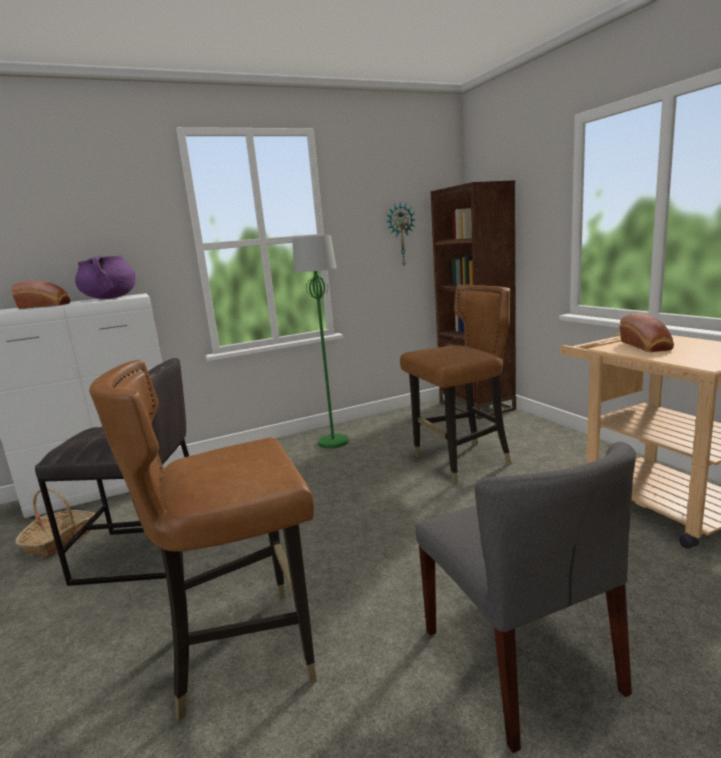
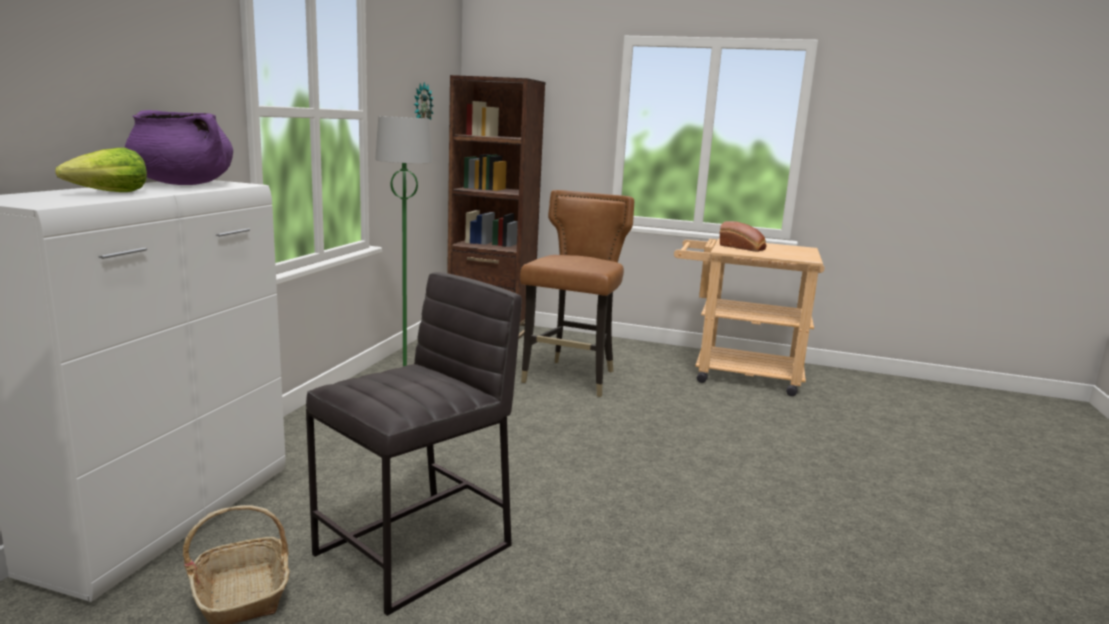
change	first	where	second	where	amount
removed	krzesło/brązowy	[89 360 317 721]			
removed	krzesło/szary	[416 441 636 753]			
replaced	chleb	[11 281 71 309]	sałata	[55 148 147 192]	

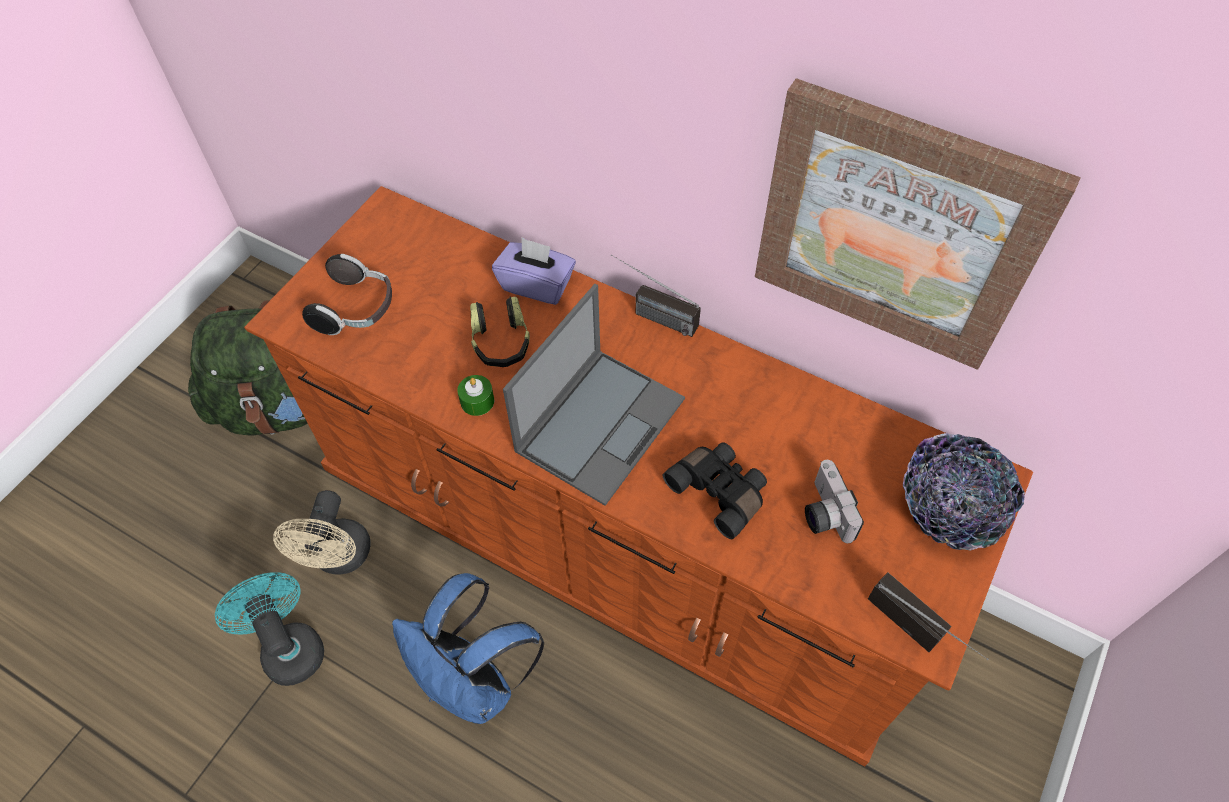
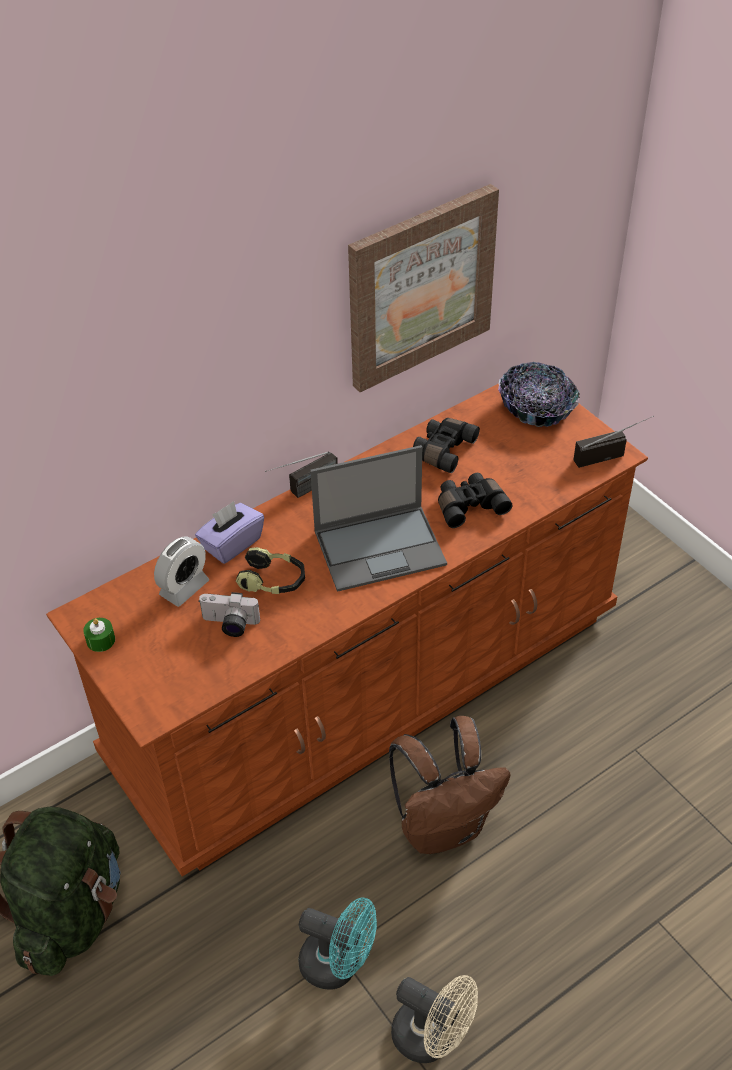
change	first	where	second	where	amount
removed	słuchawki	[302 254 392 335]			
added			budzik	[154 536 209 607]	
added			lornetka/czarny	[413 418 480 473]	
moved	wentylator/beżowy	[273 490 370 574]		[391 975 478 1063]	
moved	świeca/zielony	[457 375 494 416]		[83 618 115 652]	
moved	aparat fotograficzny	[805 460 864 543]		[198 592 260 637]	
recoloured	plecak/niebieski	[392 573 544 724]	plecak/brązowy	[389 716 511 854]	
turned	wentylator/turkusowy	[215 572 324 686]		[299 897 377 989]	150 degrees counterclockwise
turned	laptop	[503 284 685 506]		[310 445 447 592]	105 degrees clockwise

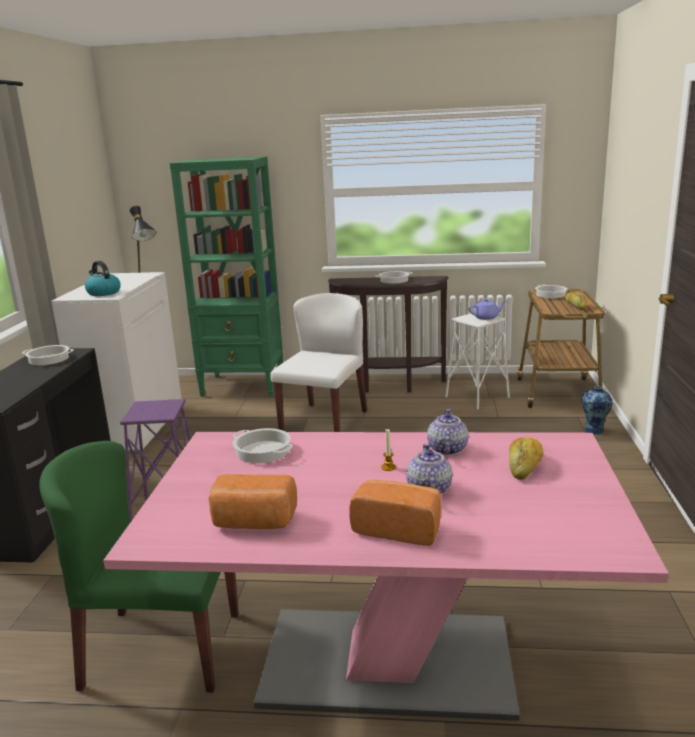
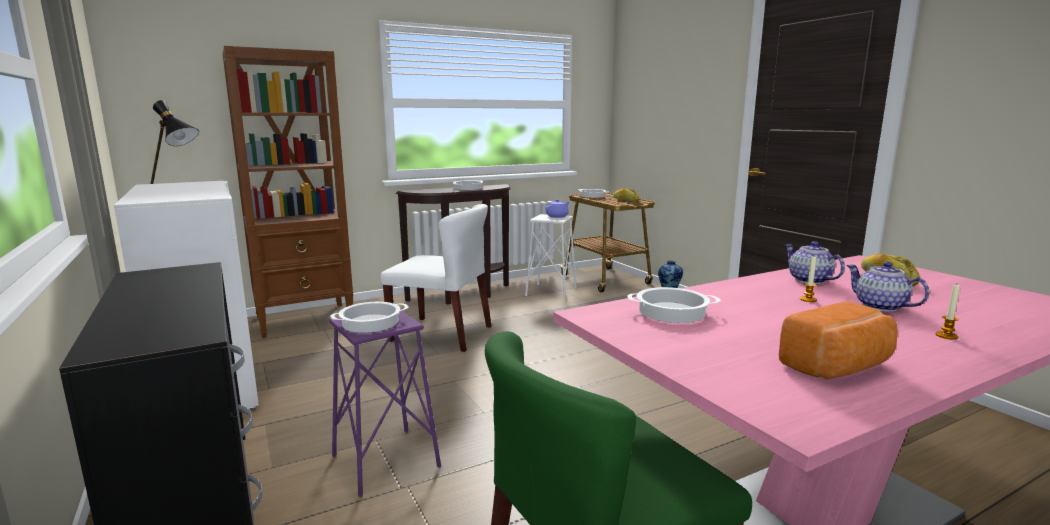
change	first	where	second	where	amount
removed	czajnik	[85 261 121 296]			
moved	garnek	[22 345 74 365]		[330 302 408 333]	
replaced	chleb	[349 480 441 546]	świeca	[936 285 960 340]	
recoloured	regał/zielony	[170 156 283 397]	regał/brązowy	[222 46 353 338]	
turned	krzesło/biały	[270 293 367 432]		[380 204 491 352]	120 degrees clockwise

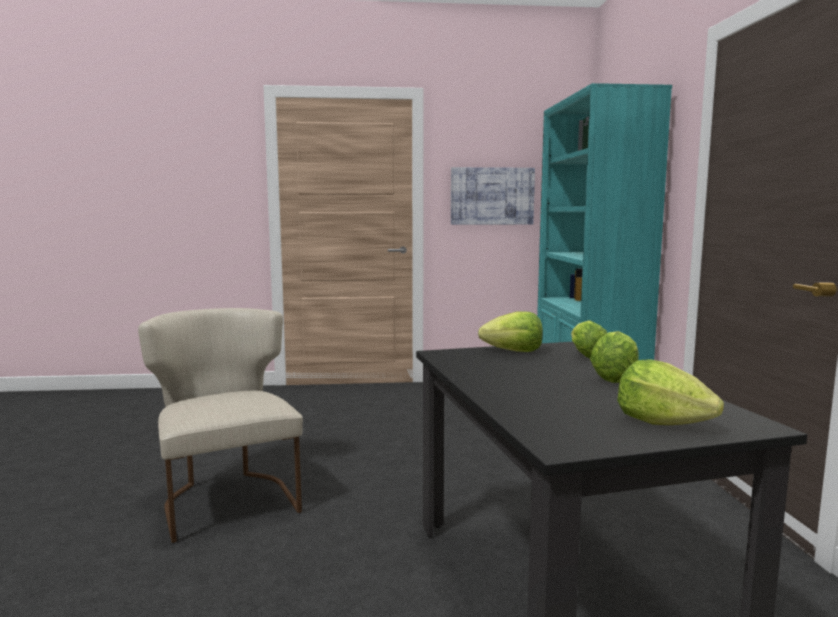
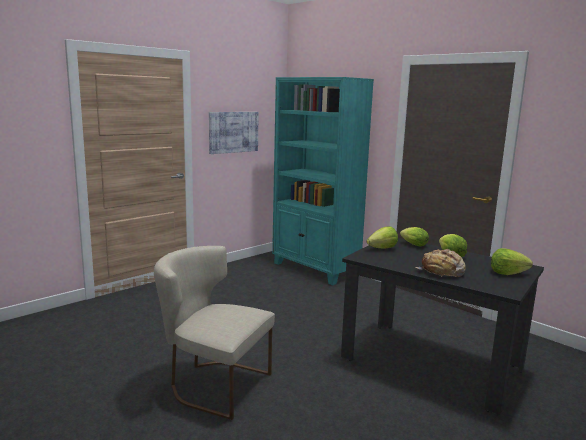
change	first	where	second	where	amount
added			chleb	[416 249 465 277]	

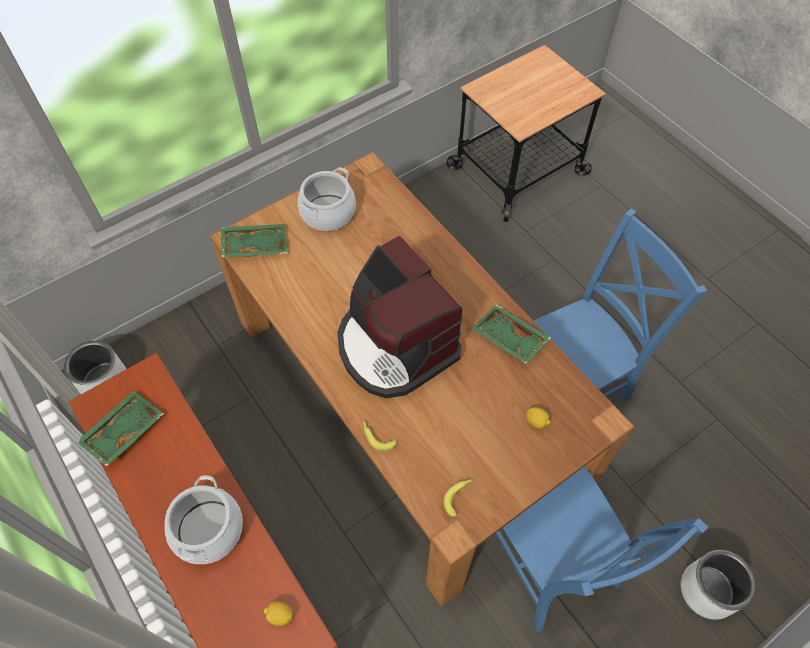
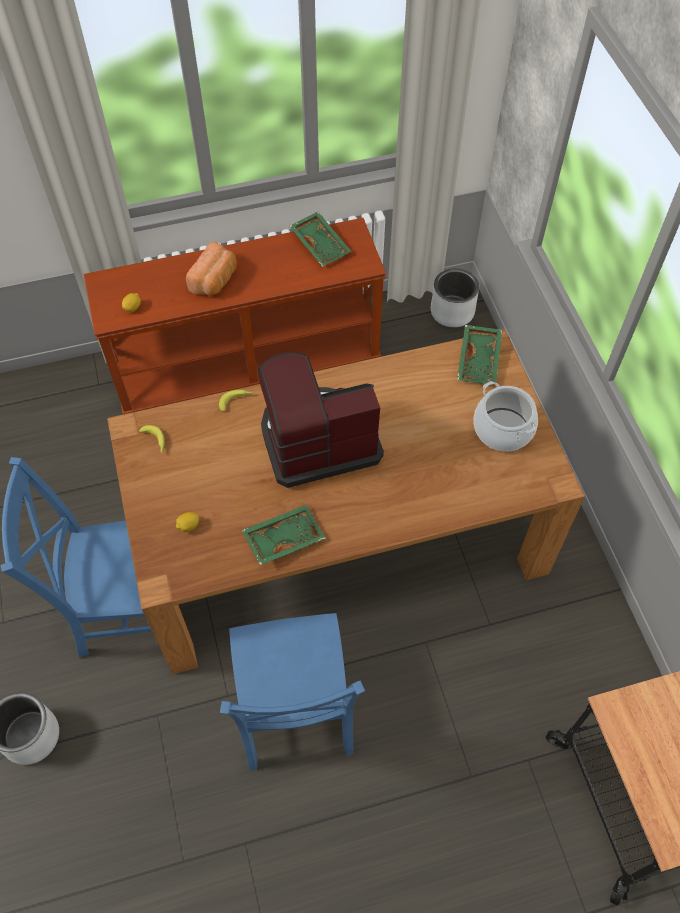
change	first	where	second	where	amount
replaced	garnek	[165 475 243 564]	chleb	[186 242 237 296]	

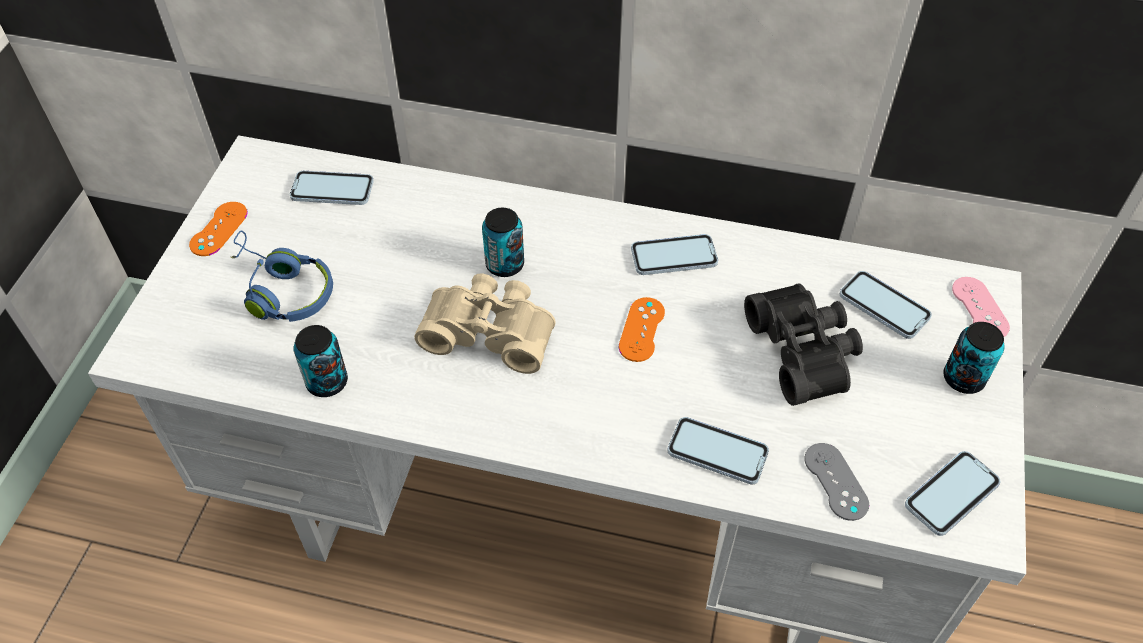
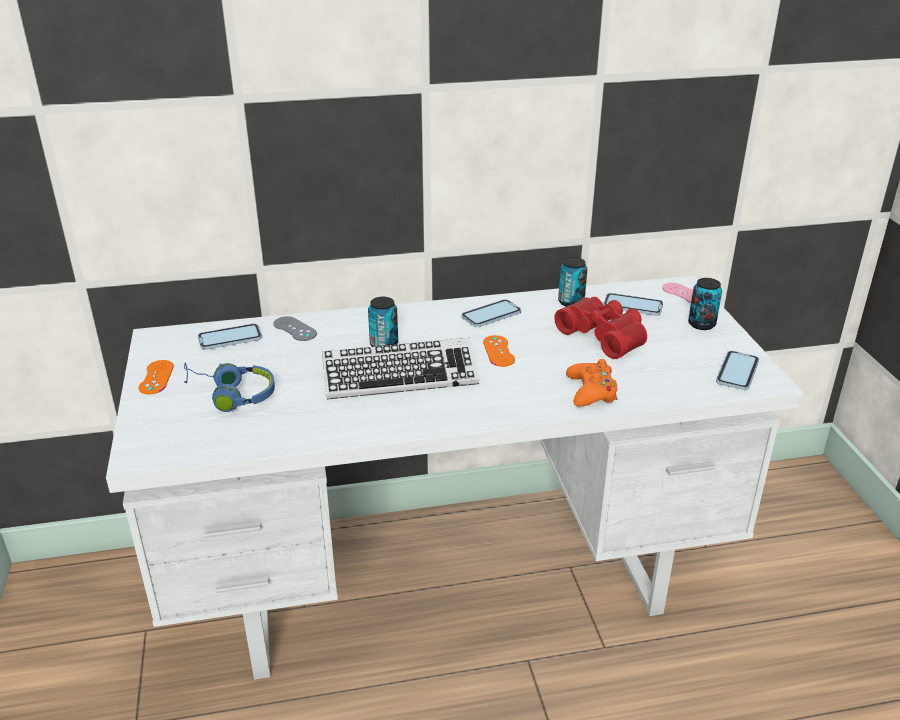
change	first	where	second	where	amount
moved	puszka	[294 325 348 397]		[558 257 588 307]	
moved	pad do gier/szary	[804 443 869 521]		[274 316 317 341]	
replaced	lornetka/beżowy	[414 274 556 374]	klawiatura	[322 338 479 400]	
replaced	telefon	[667 417 769 484]	pad do gier/pomarańczowy	[566 359 618 407]	
recoloured	lornetka/czarny	[744 283 863 406]	lornetka/czerwony	[554 297 647 359]	

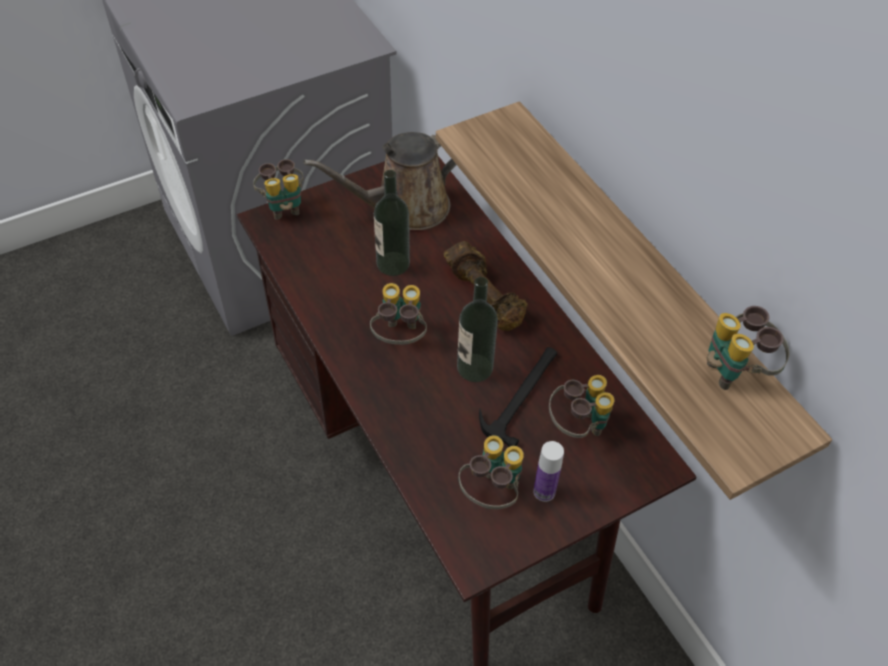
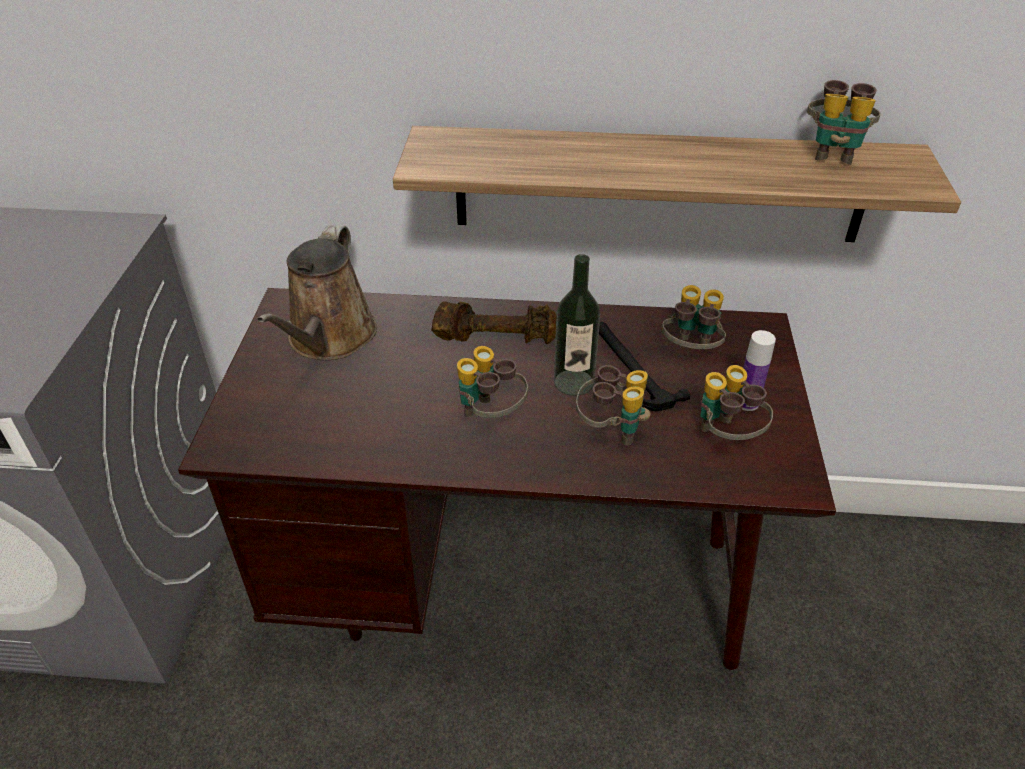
change	first	where	second	where	amount
removed	butelka	[374 170 410 276]			
moved	lornetka	[253 159 304 220]		[576 365 650 446]	

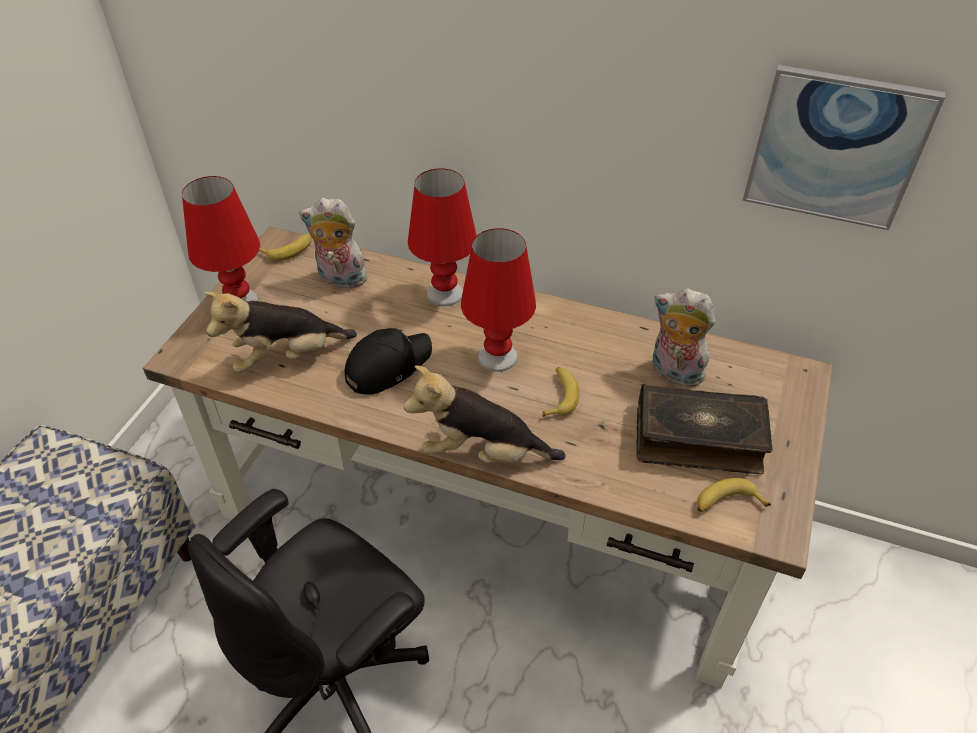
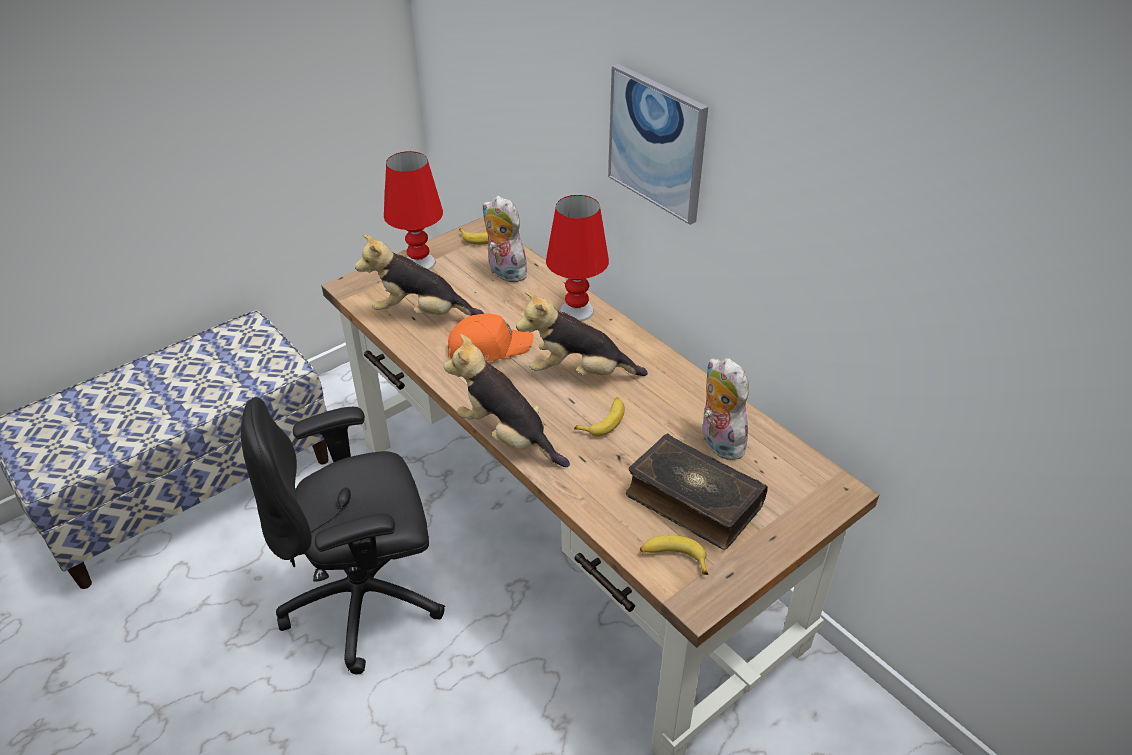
change	first	where	second	where	amount
moved	obraz	[743 65 945 230]		[608 64 708 225]	
replaced	lampa stołowa/czerwony	[461 228 536 372]	pluszak	[516 291 648 376]	
recoloured	czapka z daszkiem/czarny	[345 328 432 395]	czapka z daszkiem/pomarańczowy	[448 313 534 362]	

